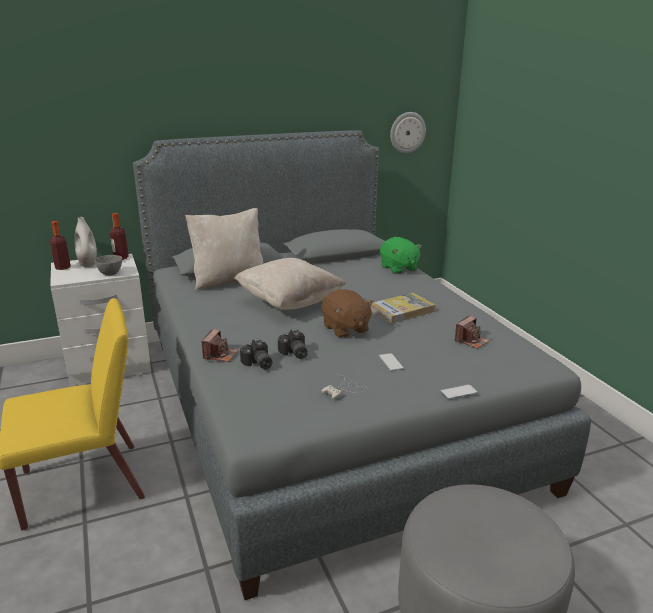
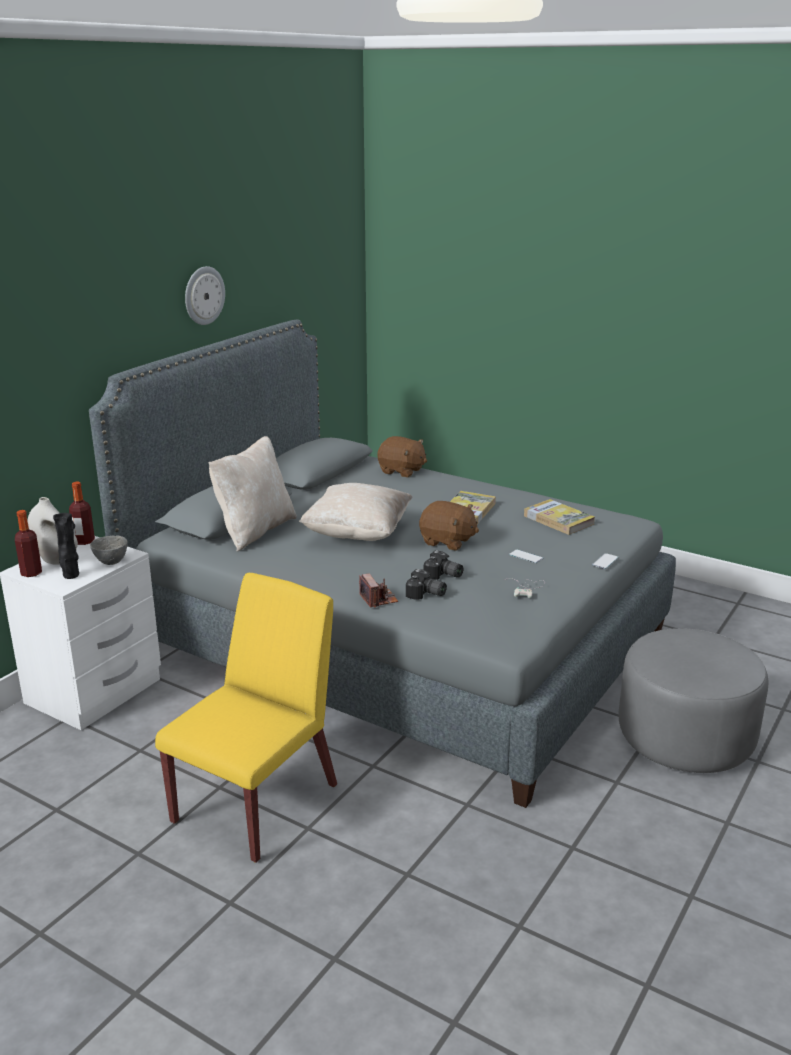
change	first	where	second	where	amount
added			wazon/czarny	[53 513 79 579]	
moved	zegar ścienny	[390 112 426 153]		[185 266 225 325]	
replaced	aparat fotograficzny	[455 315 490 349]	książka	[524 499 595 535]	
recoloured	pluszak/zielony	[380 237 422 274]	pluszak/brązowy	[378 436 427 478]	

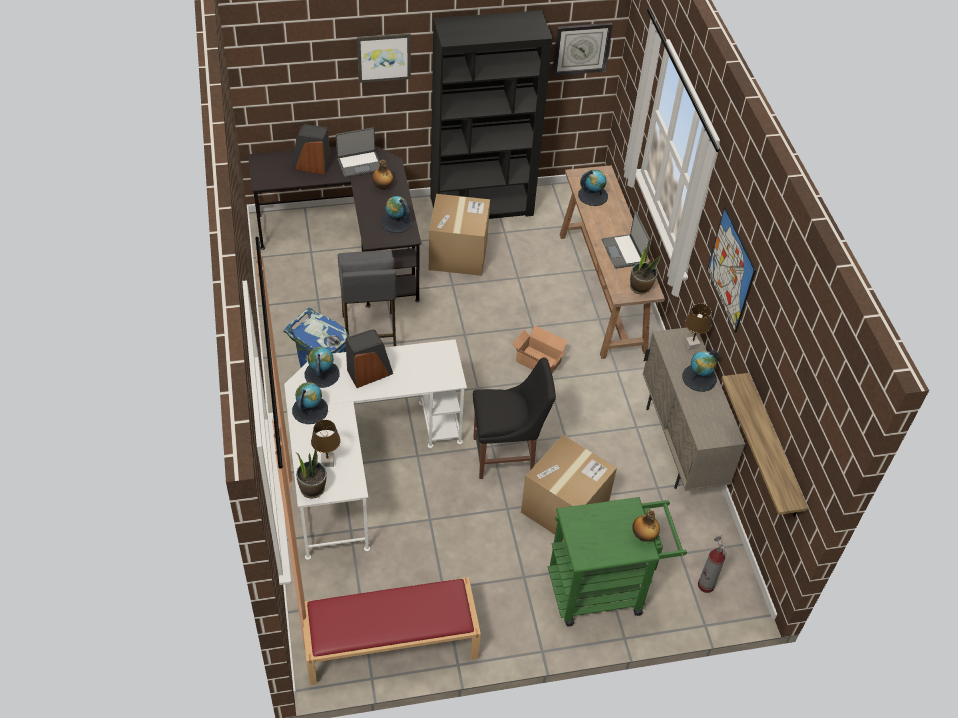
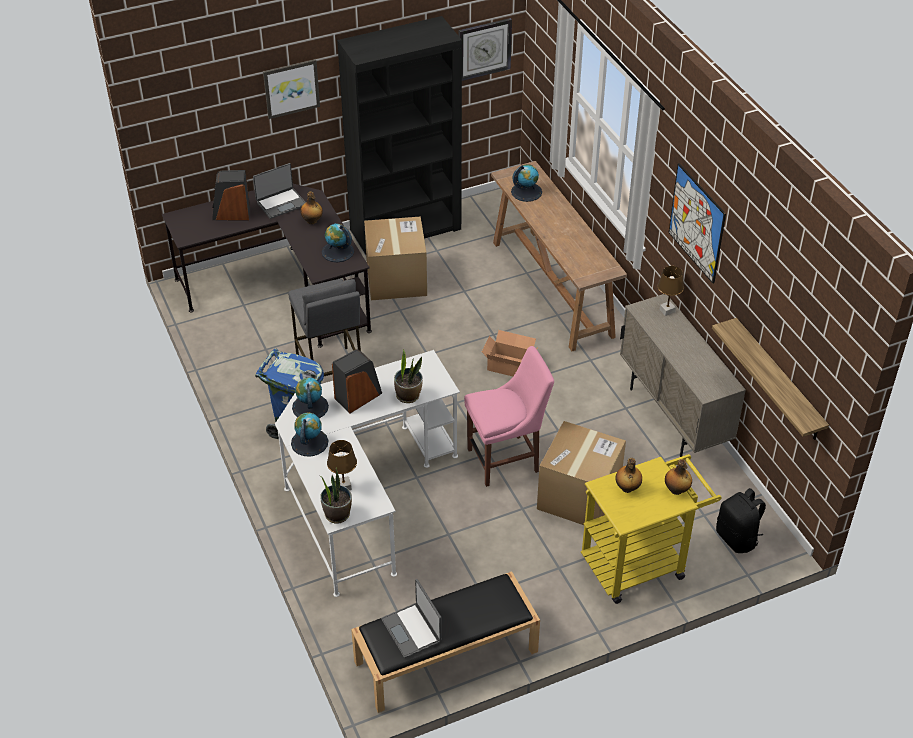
change	first	where	second	where	amount
removed	globus	[682 350 719 392]			
added			butelka	[615 458 642 493]	
moved	laptop	[602 212 650 269]		[381 579 442 658]	
moved	roślina doniczkowa	[630 245 661 294]		[394 349 423 403]	
replaced	gaśnica	[698 535 727 593]	plecak/czarny	[716 488 766 553]	
recoloured	ławka/czerwony	[303 577 481 686]	ławka/czarny	[351 571 540 713]	
recoloured	krzesło/czarny	[473 358 556 479]	krzesło/różowy	[464 346 554 487]	
recoloured	wózek/zielony	[548 497 687 627]	wózek/żółty	[581 454 722 604]	

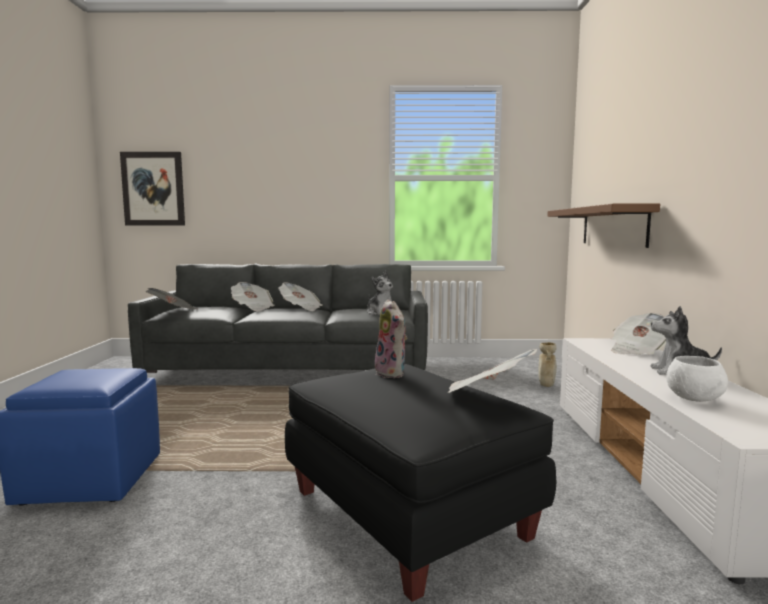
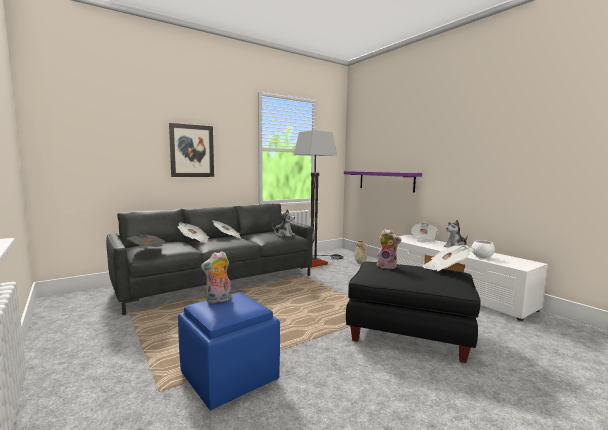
change	first	where	second	where	amount
added			pluszak	[201 251 231 303]	
added			lampa stojąca	[294 130 344 268]	
moved	obraz	[120 152 185 226]		[169 123 214 177]	
recoloured	półka/brązowy	[547 204 660 248]	półka/fioletowy	[344 171 422 193]	

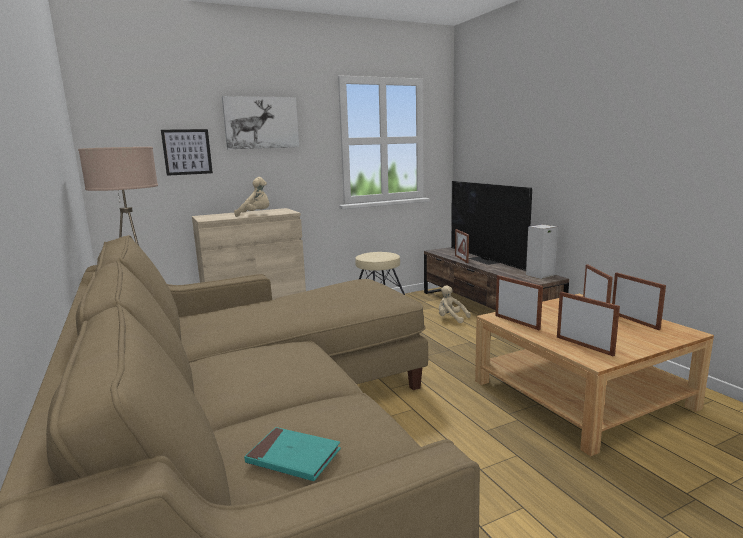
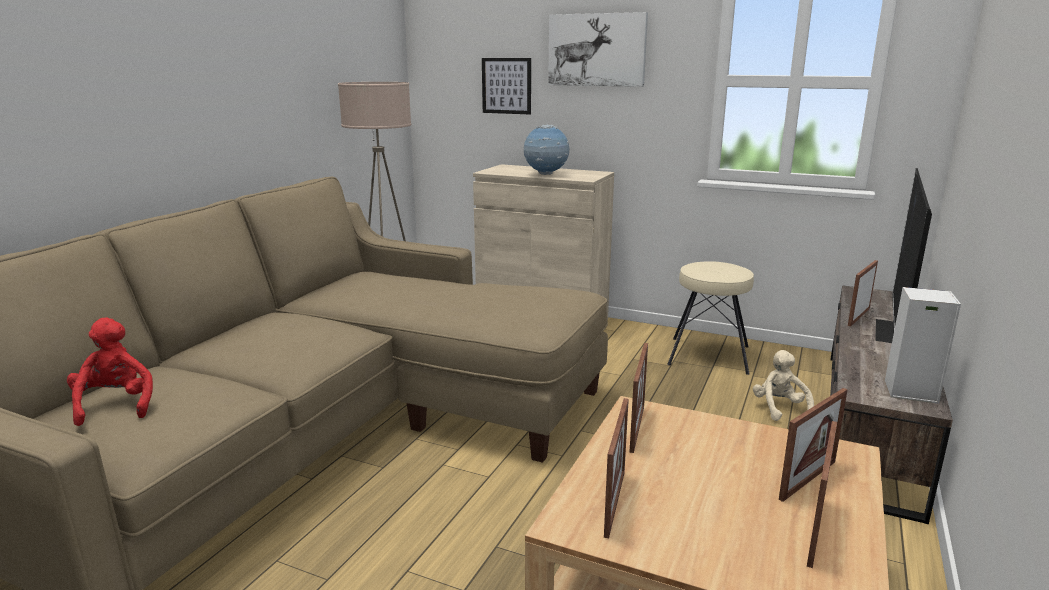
change	first	where	second	where	amount
replaced	pluszak/beżowy	[234 177 269 217]	globus	[524 125 570 175]	
replaced	książka/turkusowy	[244 427 341 481]	pluszak/czerwony	[67 318 153 426]	

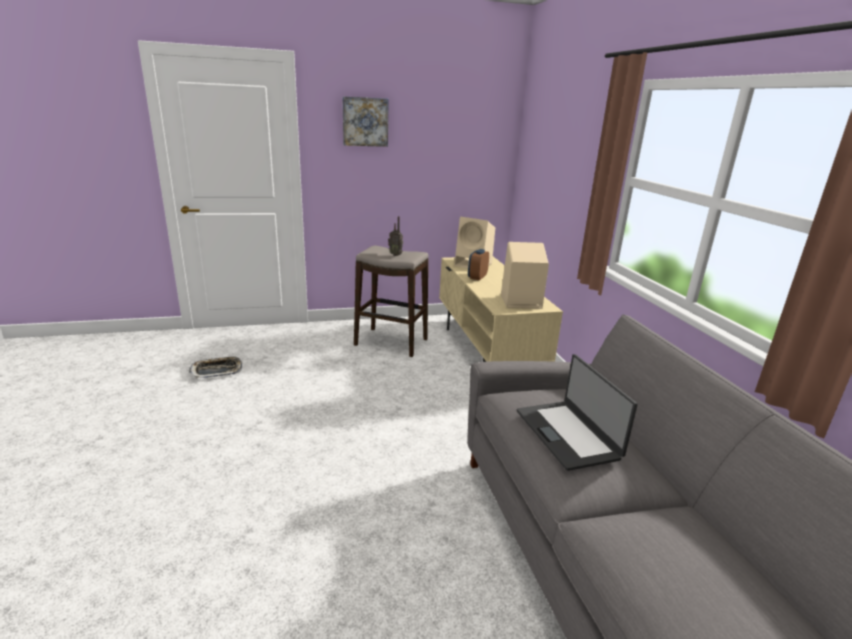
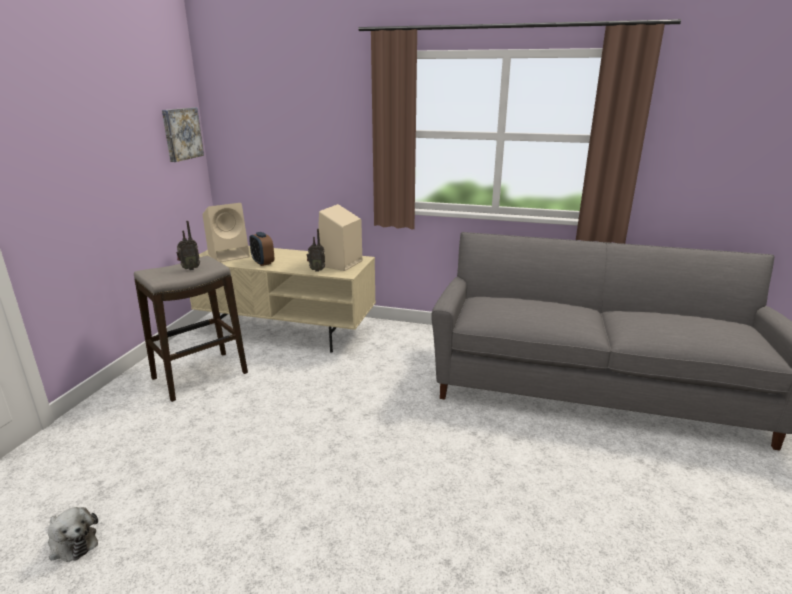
change	first	where	second	where	amount
removed	laptop	[517 354 638 471]			
added			radio	[307 229 325 272]	
moved	obraz	[342 96 389 147]		[162 108 204 162]	
replaced	taca	[189 356 242 378]	pluszak	[48 507 98 562]	

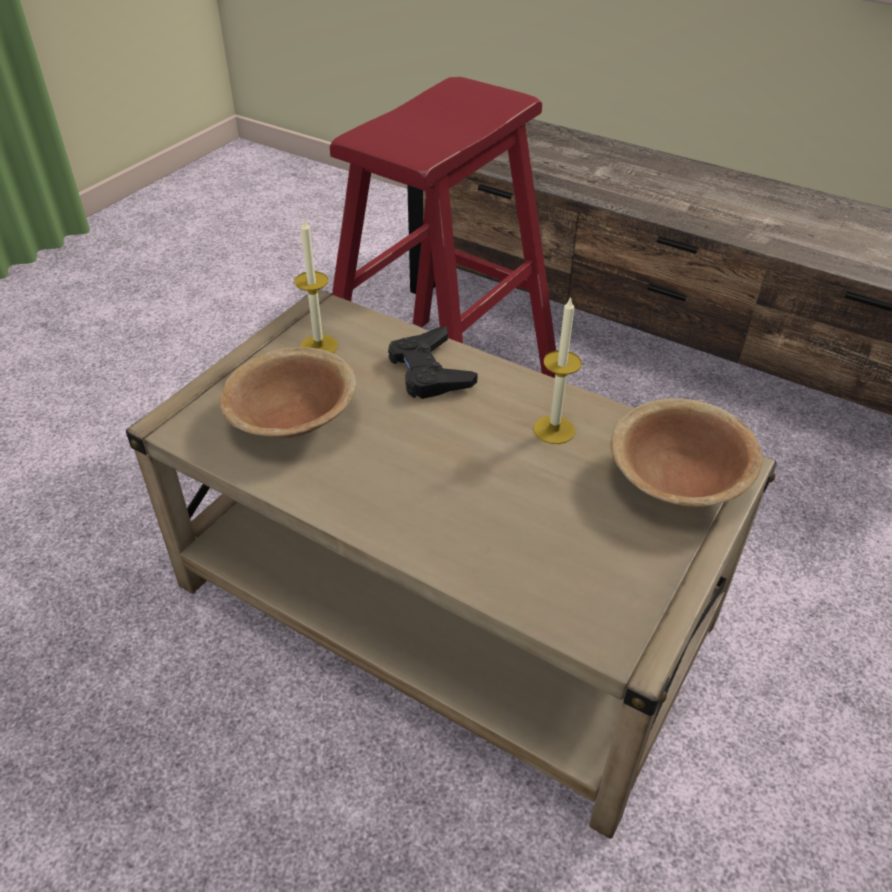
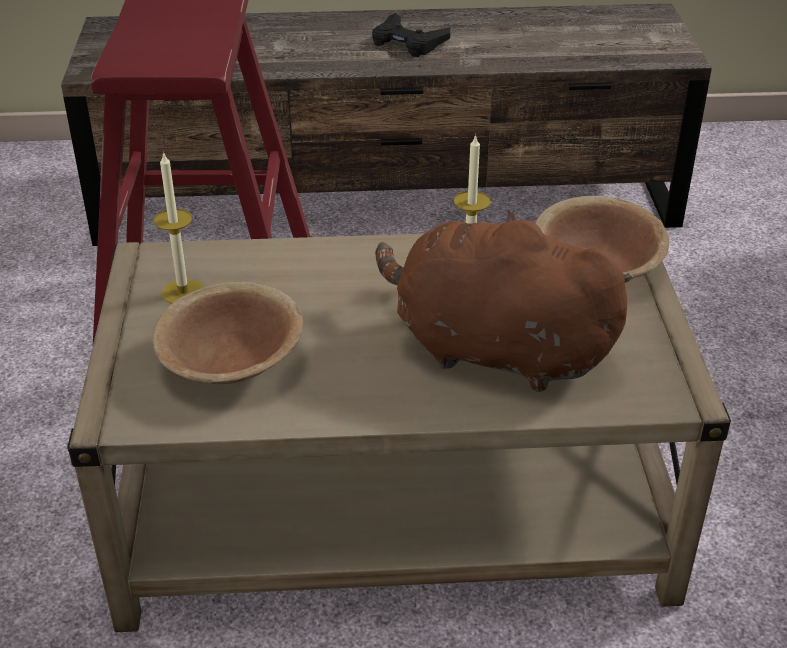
change	first	where	second	where	amount
added			pluszak/brązowy	[375 210 632 392]	
moved	pad do gier/czarny	[388 326 478 399]		[372 13 450 57]	

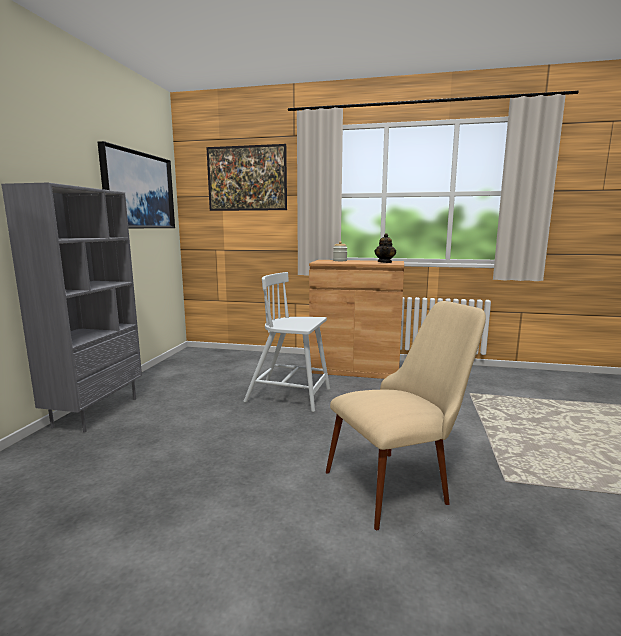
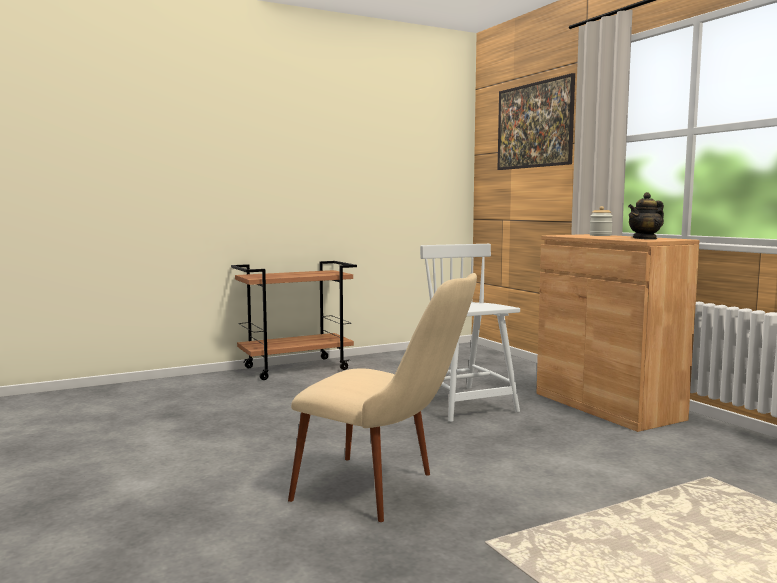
change	first	where	second	where	amount
removed	obraz	[98 141 175 228]			
replaced	regał/szary	[1 183 142 433]	wózek/brązowy	[231 261 357 380]	

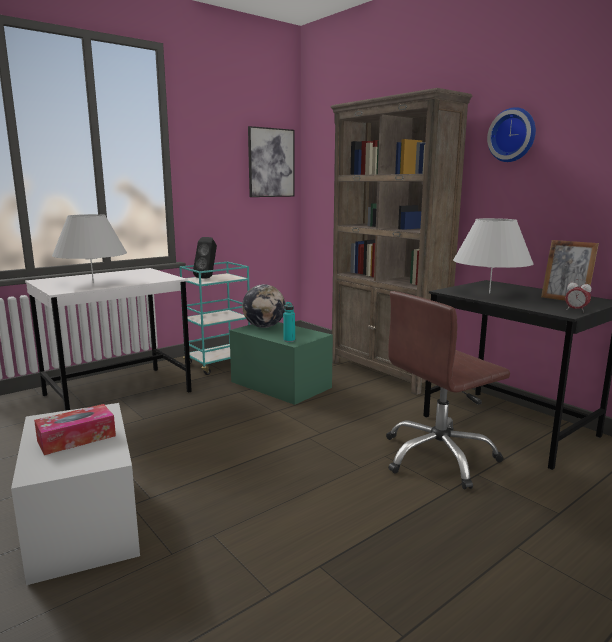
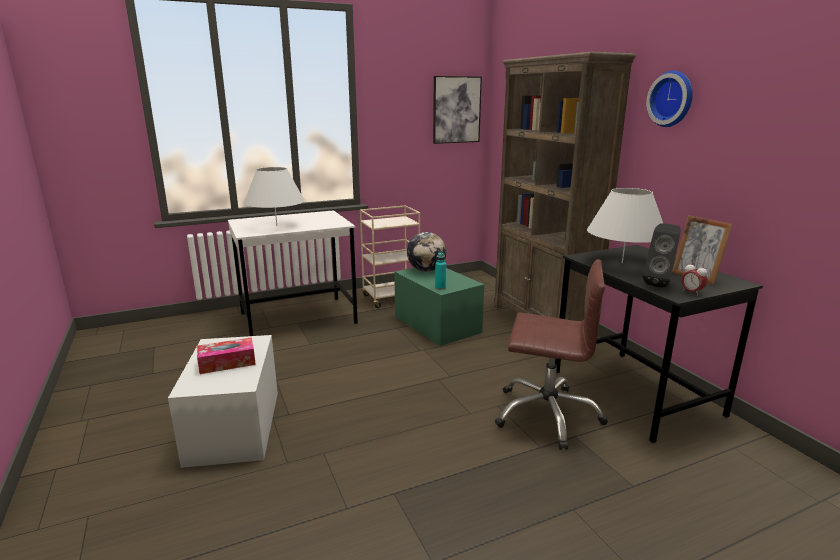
change	first	where	second	where	amount
moved	głośnik/czarny	[193 237 217 279]		[642 223 681 288]	
recoloured	wózek/turkusowy	[179 262 250 375]	wózek/beżowy	[360 205 420 308]	
turned	krzesło biurowe/brązowy	[386 291 510 489]		[495 259 608 450]	150 degrees counterclockwise

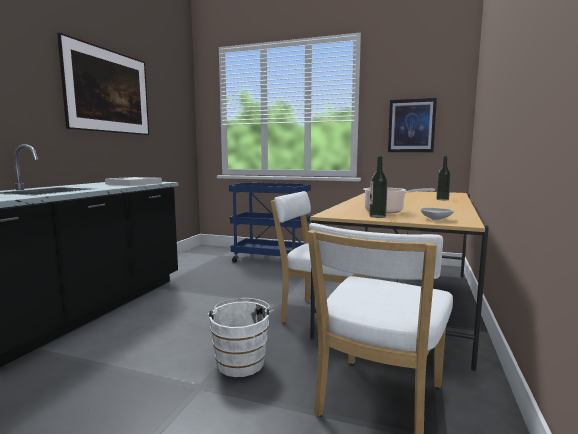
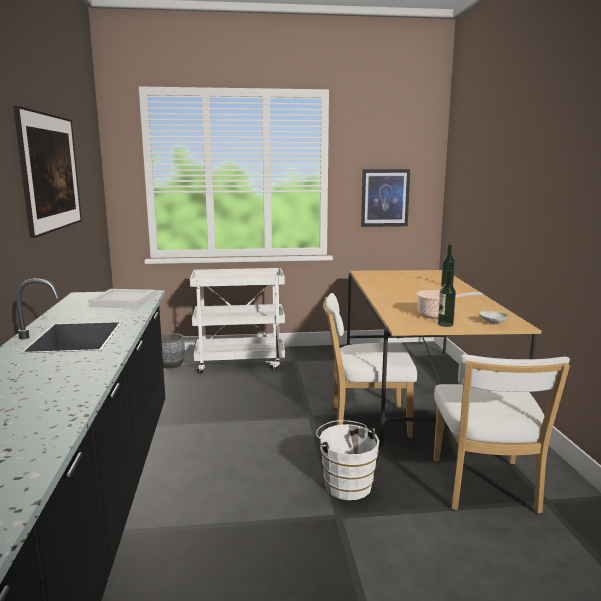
change	first	where	second	where	amount
added			donica/szary	[161 333 185 369]	
recoloured	wózek/niebieski	[229 183 311 263]	wózek/biały	[190 268 285 374]	

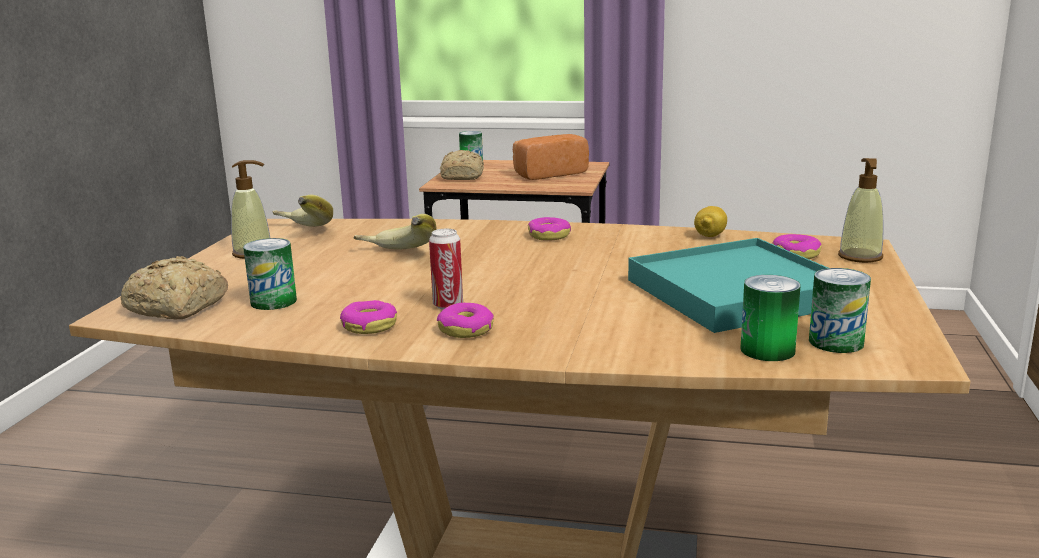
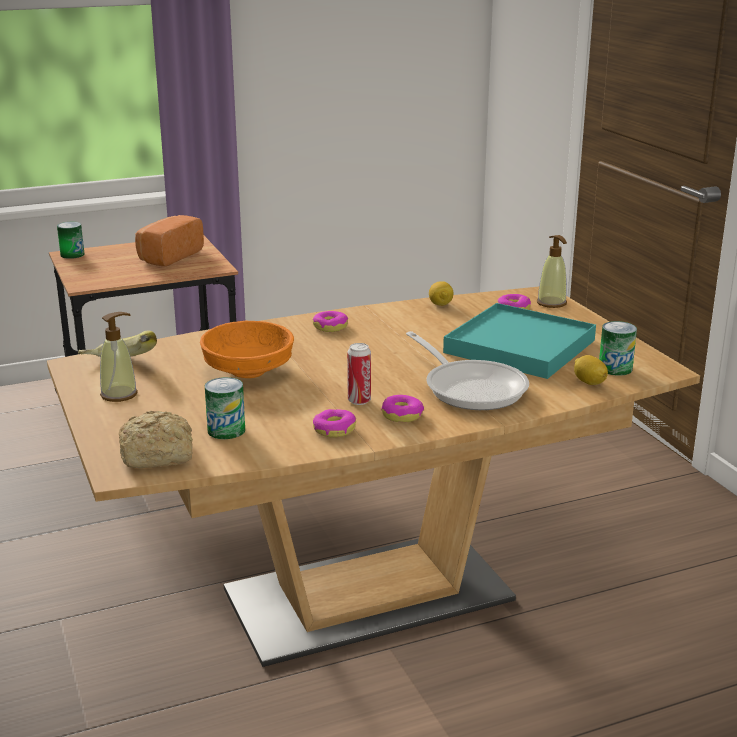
change	first	where	second	where	amount
removed	chleb	[440 150 484 180]			
added			patelnia	[406 331 529 410]	
replaced	banan	[354 214 437 250]	miska/pomarańczowy	[200 321 294 378]	
replaced	puszka	[740 275 801 361]	cytryna	[574 355 608 385]	

